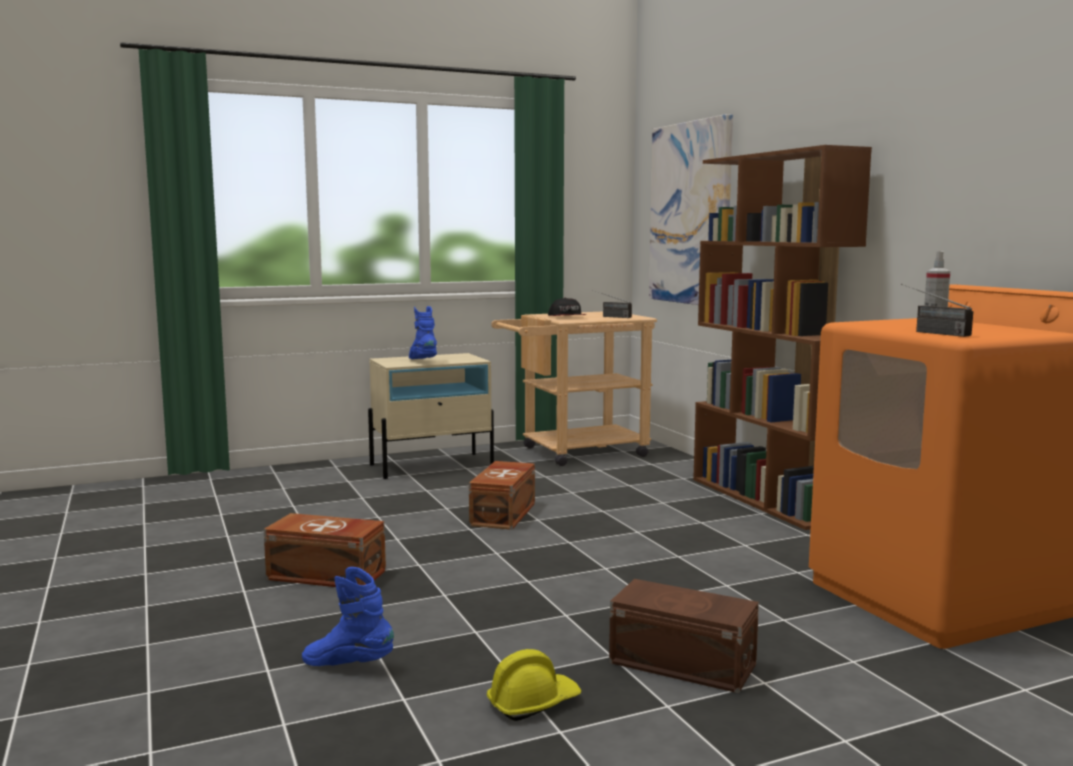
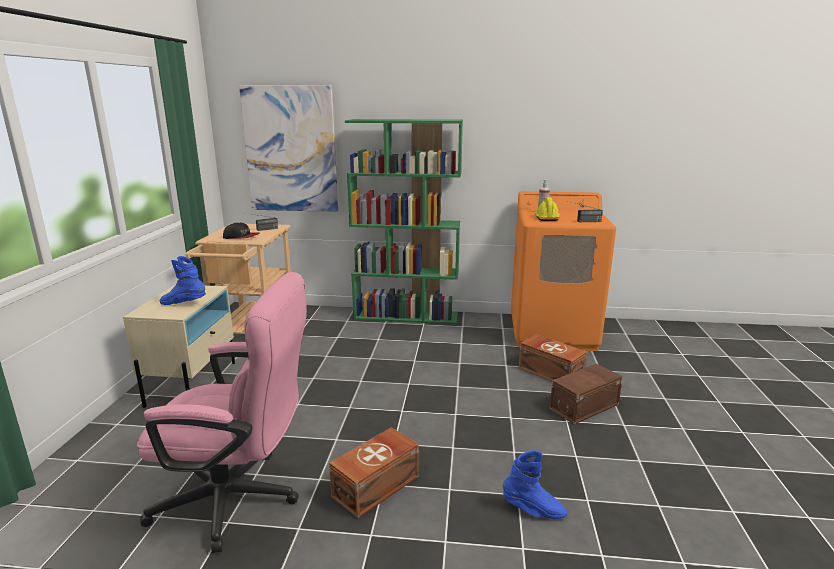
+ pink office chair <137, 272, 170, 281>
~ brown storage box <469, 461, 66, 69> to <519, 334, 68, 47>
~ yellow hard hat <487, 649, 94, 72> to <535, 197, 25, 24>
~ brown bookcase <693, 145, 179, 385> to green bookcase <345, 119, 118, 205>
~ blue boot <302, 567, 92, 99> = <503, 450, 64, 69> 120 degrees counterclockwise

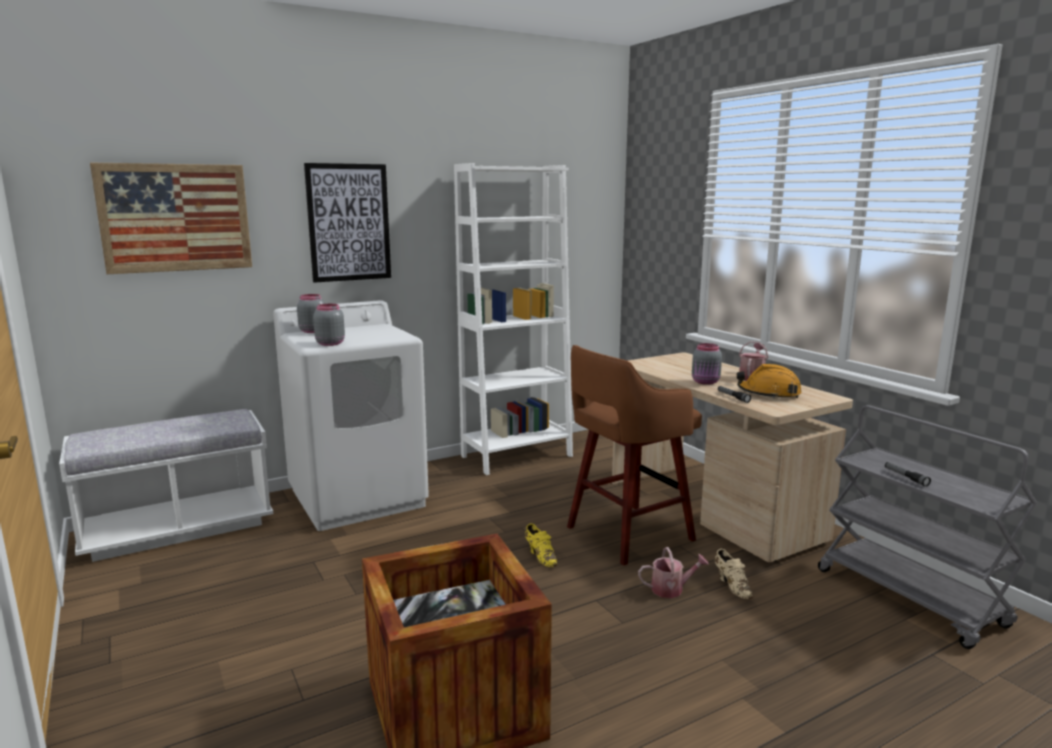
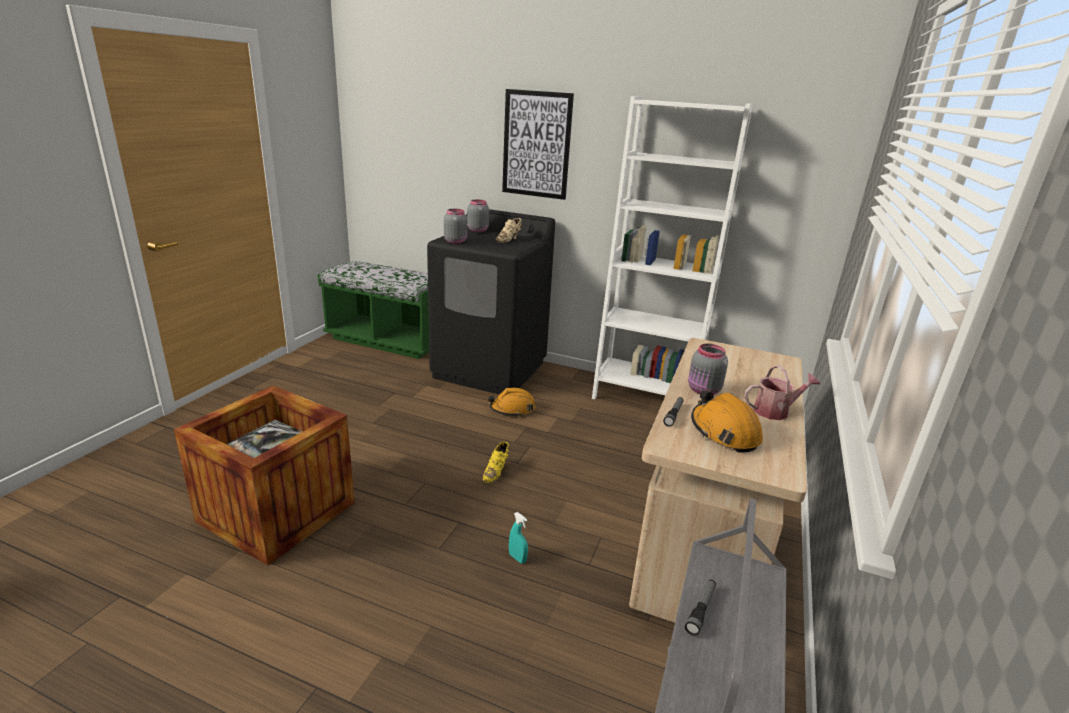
- picture <90, 163, 162, 111>
- brown stool <567, 345, 135, 221>
+ orange hard hat <488, 388, 48, 29>
~ beige shoe <715, 549, 38, 50> to <495, 218, 27, 25>
~ watering can <638, 547, 71, 51> to turquoise spray bottle <509, 512, 19, 52>
~ white bench <59, 409, 214, 153> to green bench <318, 261, 111, 98>
~ white washing machine <273, 300, 156, 231> to black washing machine <427, 209, 128, 185>

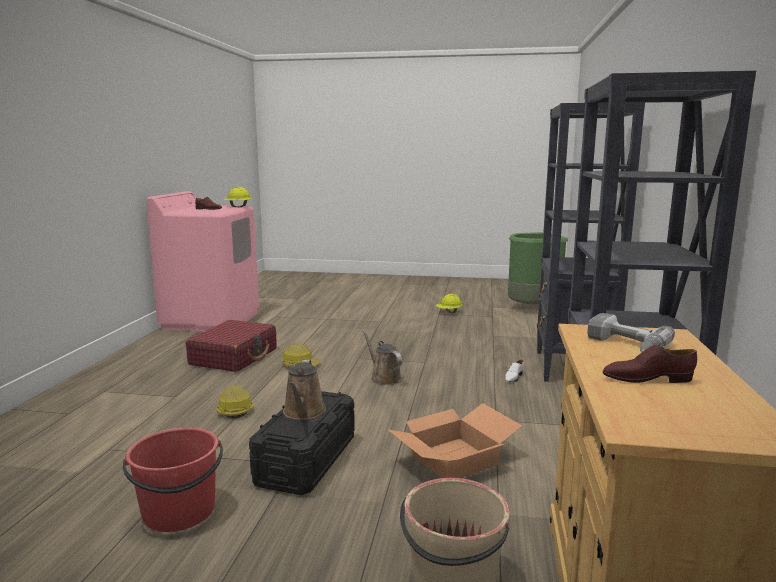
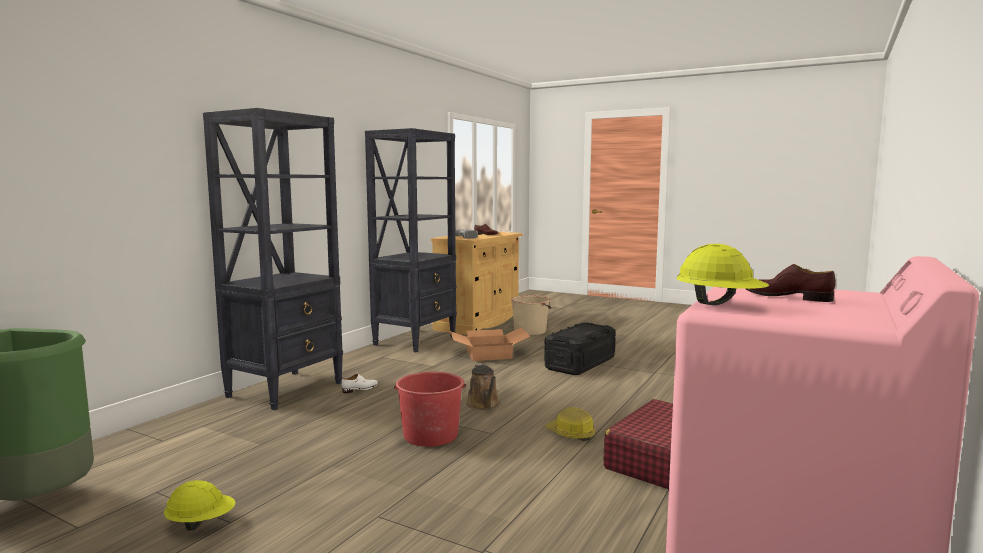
- hard hat <217, 386, 37, 33>
- brown watering can <283, 359, 43, 61>
~ red bucket <123, 427, 100, 105> to <394, 372, 72, 75>

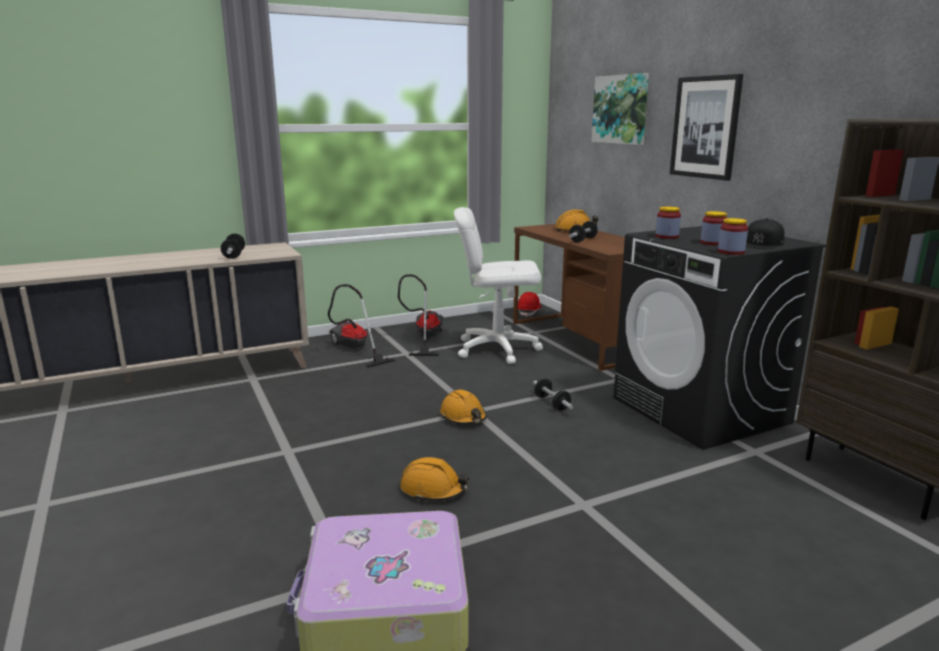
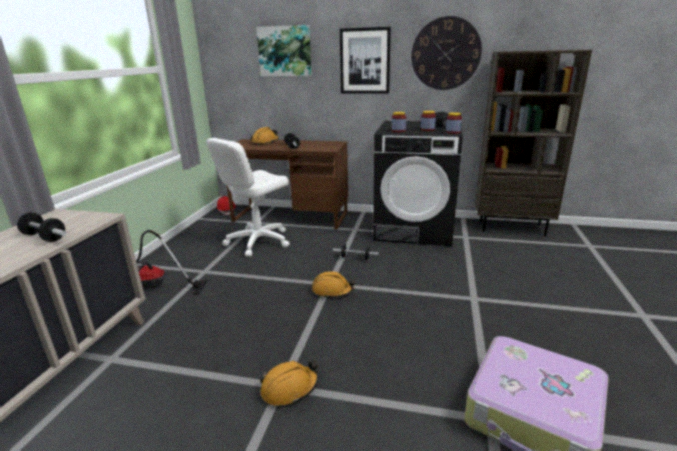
- vacuum cleaner <398, 274, 45, 82>
+ wall clock <411, 16, 71, 74>
~ orange hard hat <400, 457, 69, 45> to <261, 361, 57, 45>

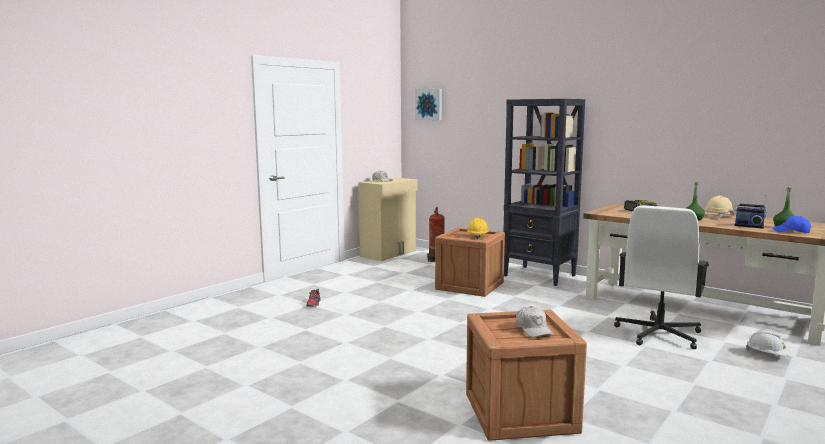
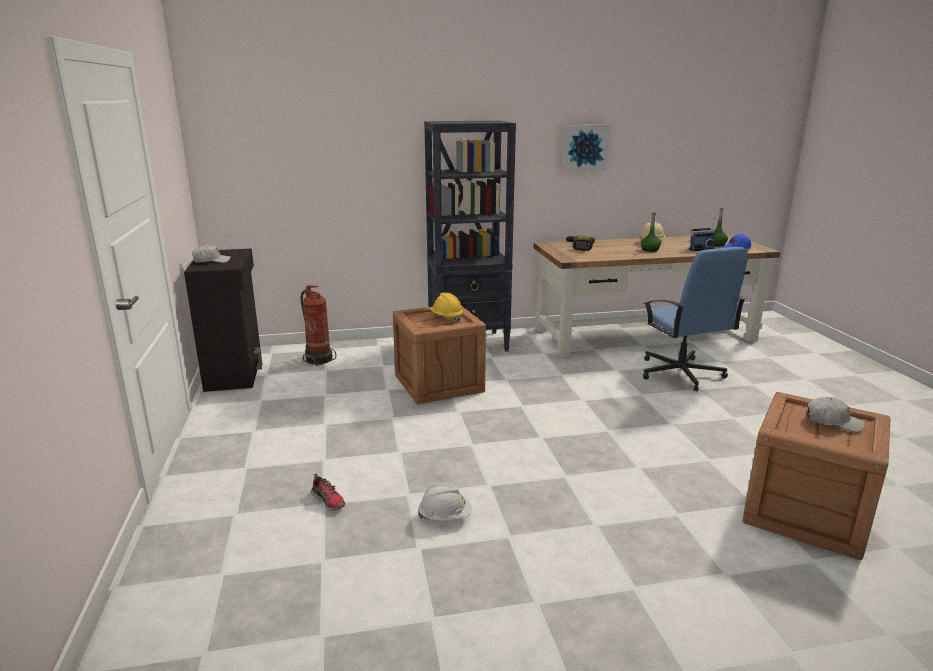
~ picture <415, 89, 27, 31> to <563, 125, 46, 46>
~ white hard hat <746, 329, 45, 27> to <418, 484, 54, 36>
~ beige cabinet <358, 177, 59, 84> to black cabinet <184, 249, 79, 143>
~ white office chair <614, 205, 95, 144> to blue office chair <643, 247, 105, 144>

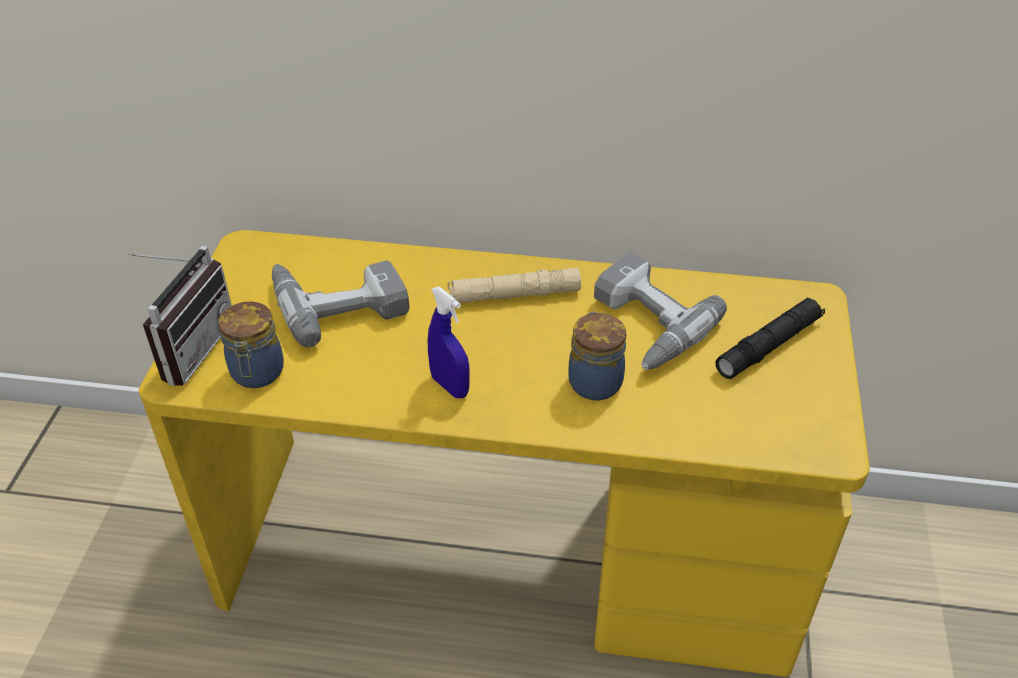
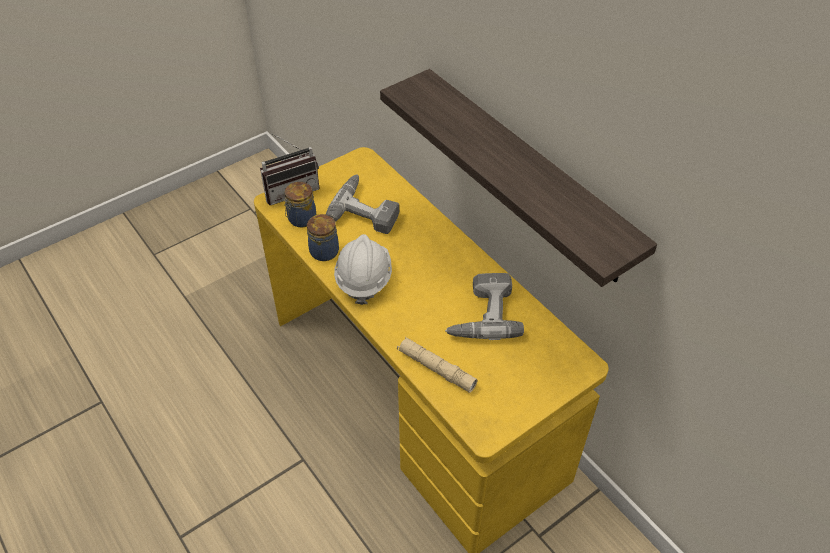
- black flashlight <715, 297, 110, 82>
+ shelf <380, 69, 277, 218>
~ beige flashlight <448, 268, 133, 35> to <397, 337, 81, 56>
~ jar <568, 312, 58, 88> to <307, 214, 32, 47>
~ blue spray bottle <428, 287, 41, 111> to white hard hat <334, 234, 58, 71>

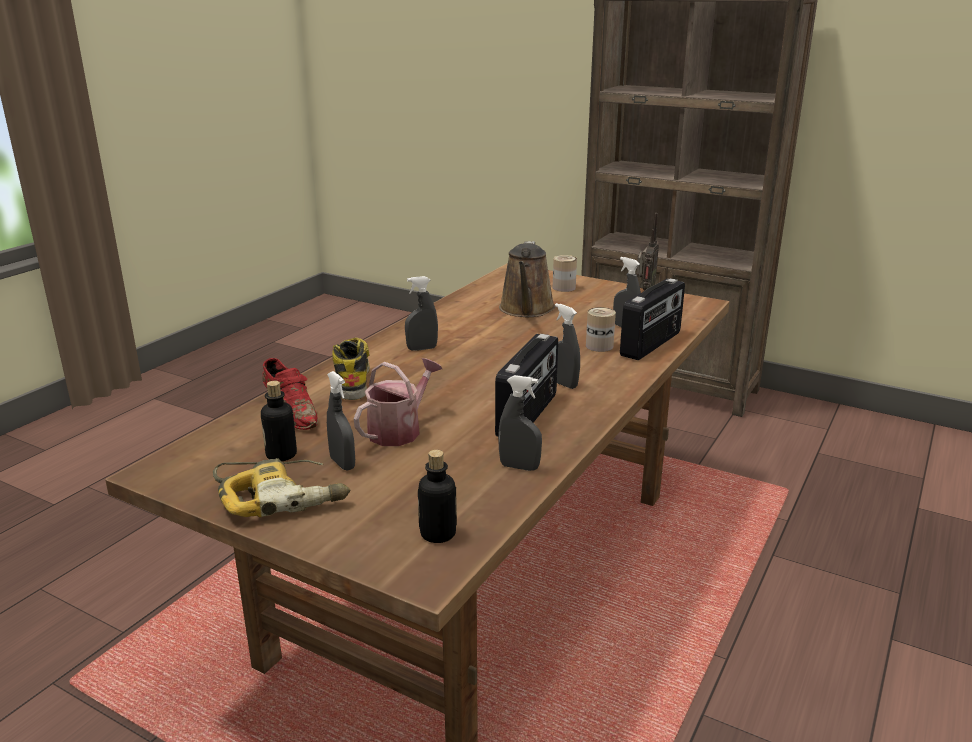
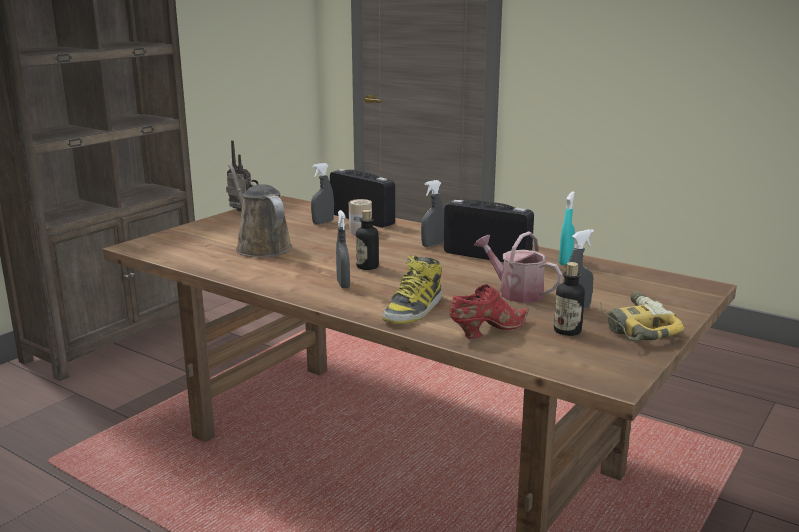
- can <553, 255, 24, 37>
~ bottle <418, 450, 39, 93> to <356, 210, 23, 60>
~ grey spray bottle <498, 375, 44, 96> to turquoise spray bottle <559, 191, 16, 74>
~ boot <332, 338, 38, 62> = <382, 256, 60, 68> 60 degrees counterclockwise
~ brown watering can <499, 241, 56, 76> = <228, 163, 64, 94> 135 degrees counterclockwise

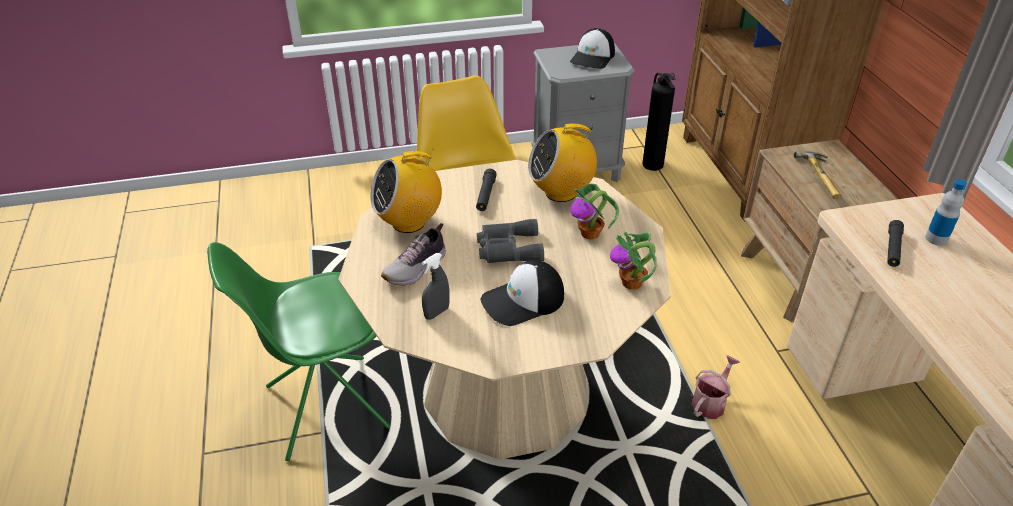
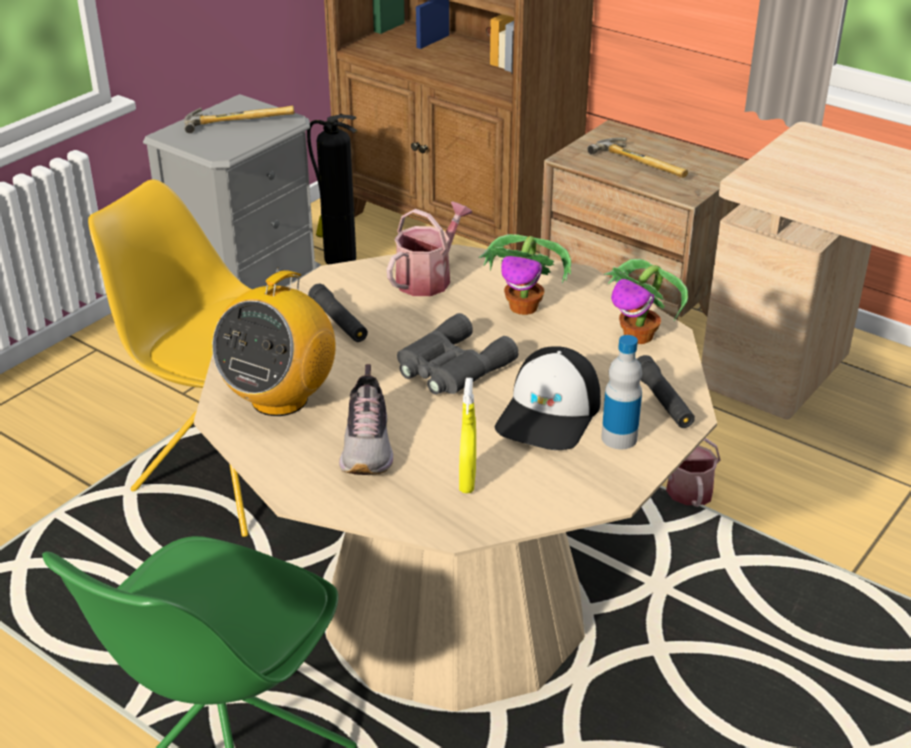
~ black flashlight <887, 220, 17, 47> to <637, 355, 58, 73>
~ bottle <925, 179, 42, 67> to <601, 335, 41, 114>
~ radio <528, 123, 69, 79> to watering can <387, 202, 85, 94>
~ cap <570, 28, 45, 41> to hammer <184, 105, 111, 28>
~ grey spray bottle <422, 253, 27, 67> to yellow spray bottle <459, 378, 17, 115>

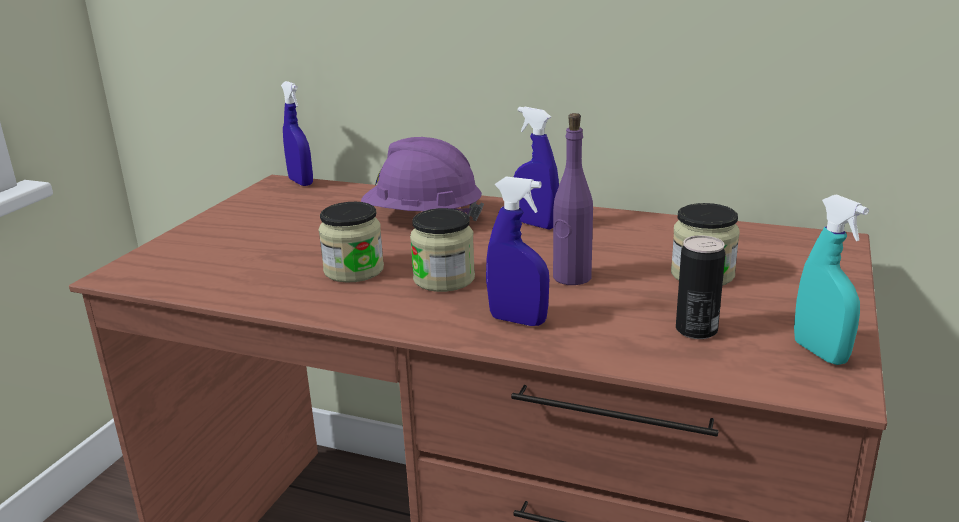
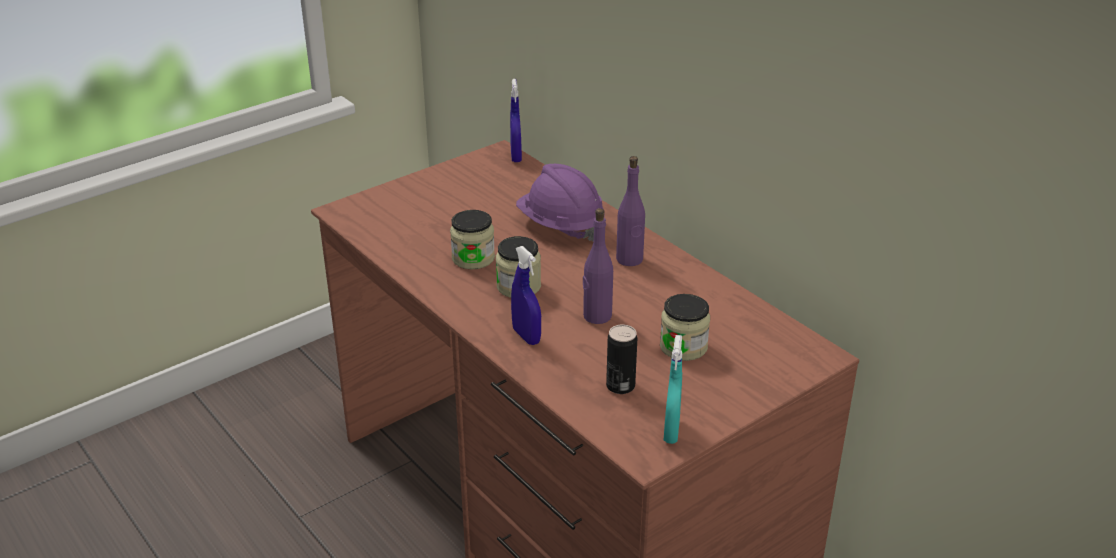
~ blue spray bottle <514, 107, 45, 122> to purple bottle <616, 156, 29, 110>

